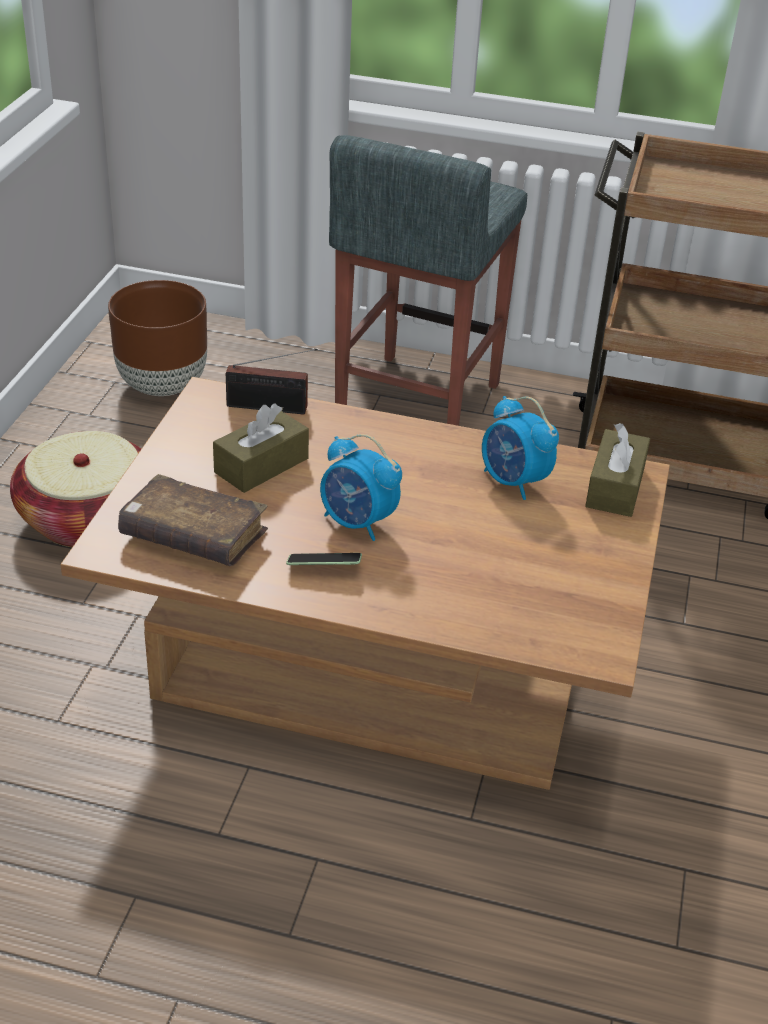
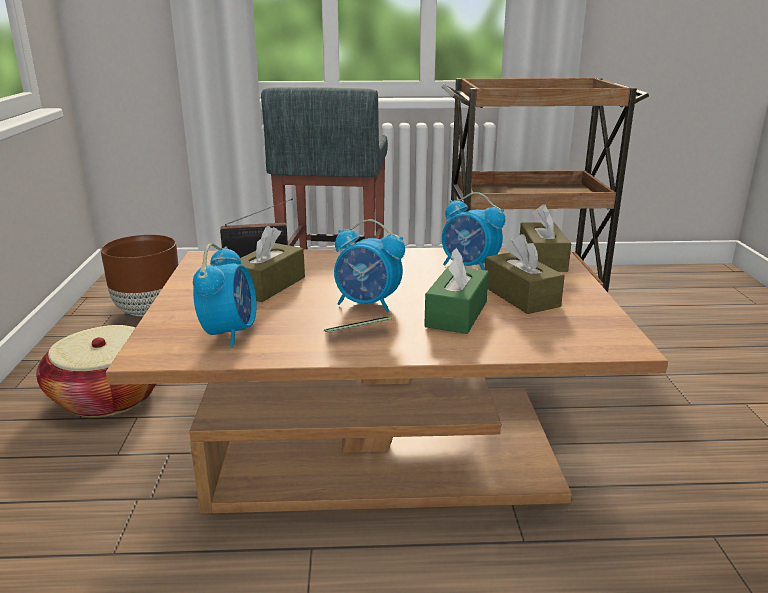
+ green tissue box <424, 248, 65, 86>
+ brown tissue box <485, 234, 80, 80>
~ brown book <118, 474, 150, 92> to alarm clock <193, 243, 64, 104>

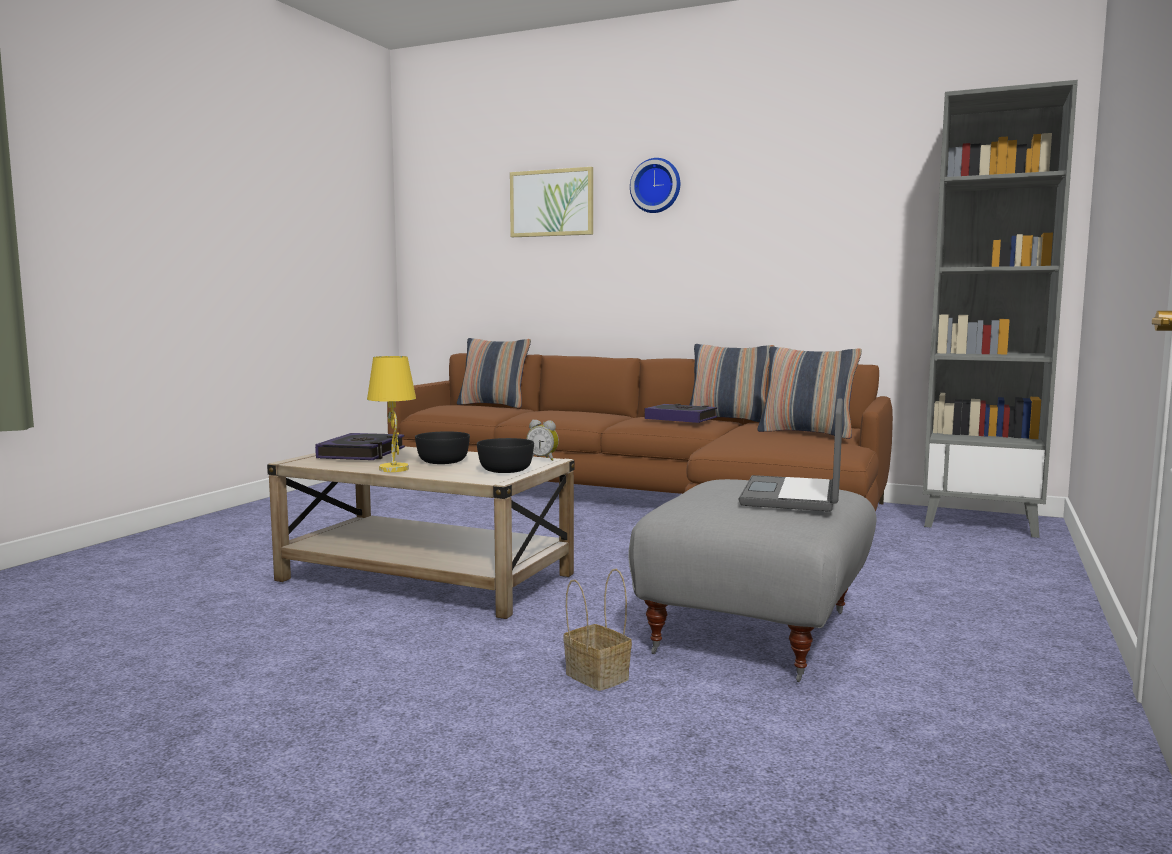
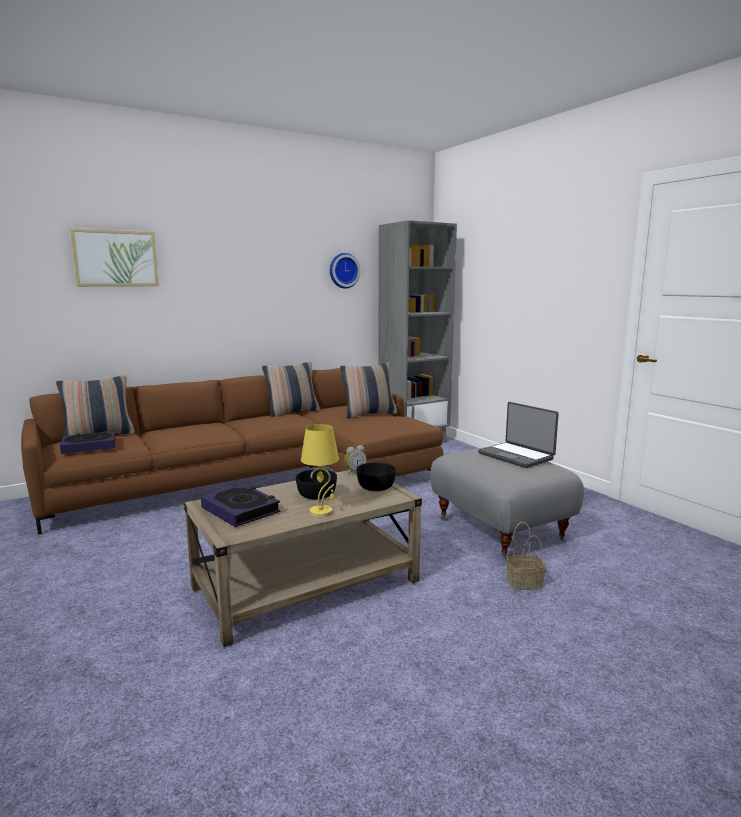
~ wall clock <630, 158, 50, 55> to <330, 253, 30, 36>
~ book <644, 404, 73, 19> to <60, 431, 55, 23>

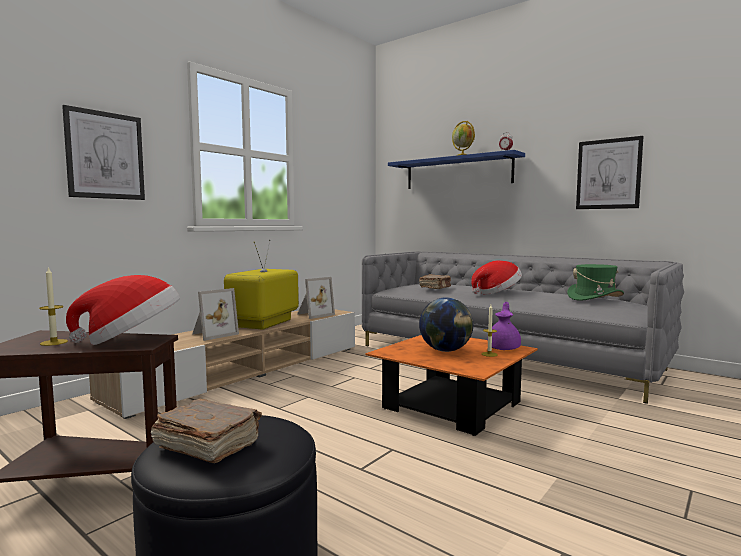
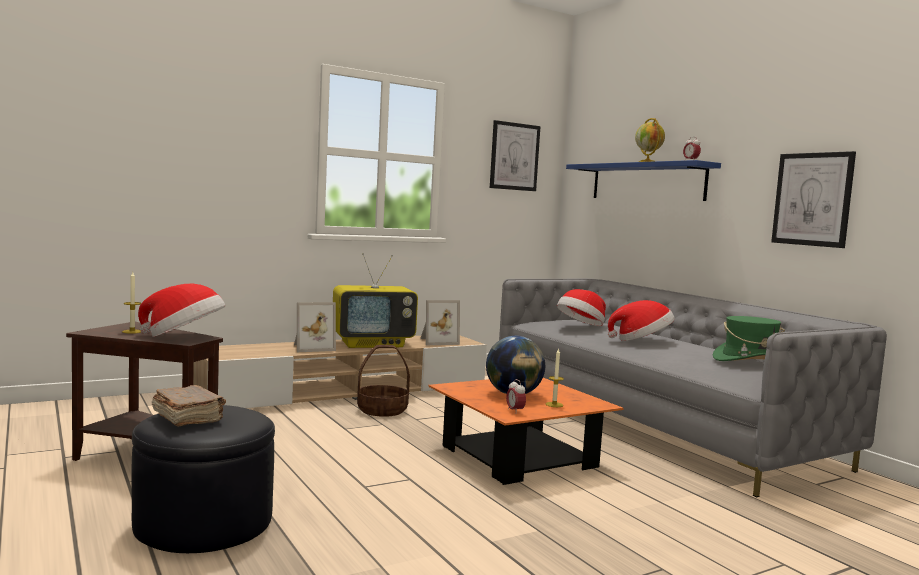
- purple teapot <492, 301, 29, 49>
+ basket <357, 345, 53, 72>
+ alarm clock <506, 379, 20, 35>
~ picture <62, 105, 83, 95> to <490, 120, 50, 71>
~ brown book <419, 274, 32, 15> to hat <557, 289, 49, 37>
~ television <224, 240, 75, 90> = <333, 253, 85, 95> 150 degrees counterclockwise

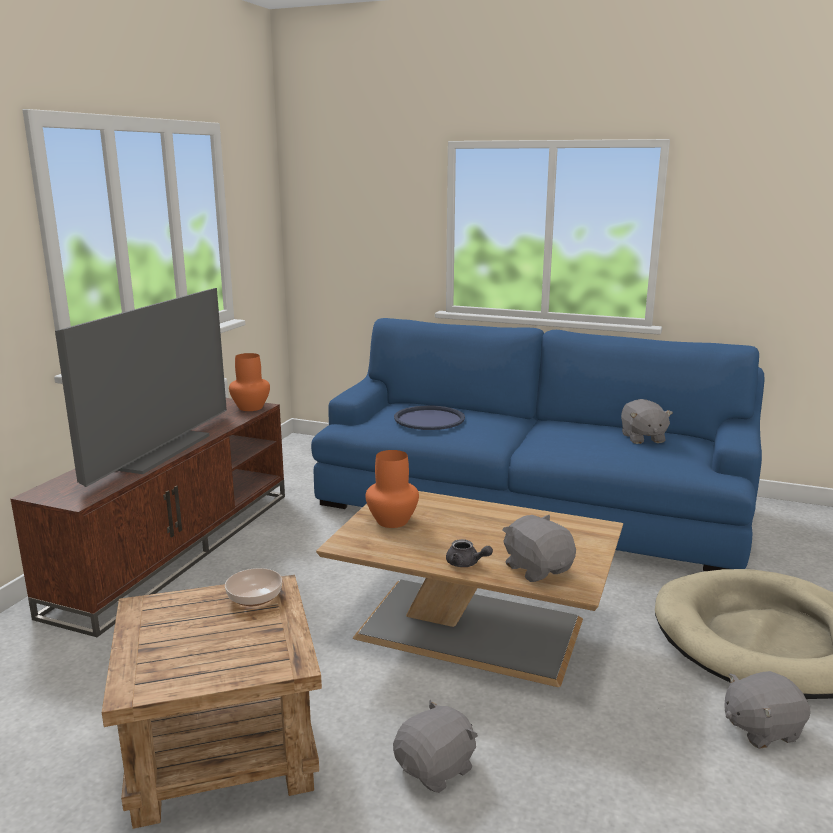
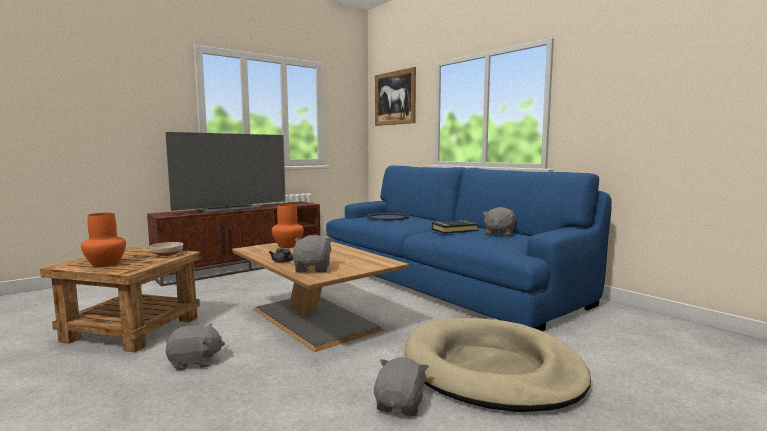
+ picture <375, 67, 41, 59>
+ black book <432, 220, 46, 14>
~ orange vase <229, 353, 41, 58> to <81, 213, 45, 54>
~ grey plush toy <724, 671, 87, 78> = <374, 357, 55, 59> 90 degrees clockwise

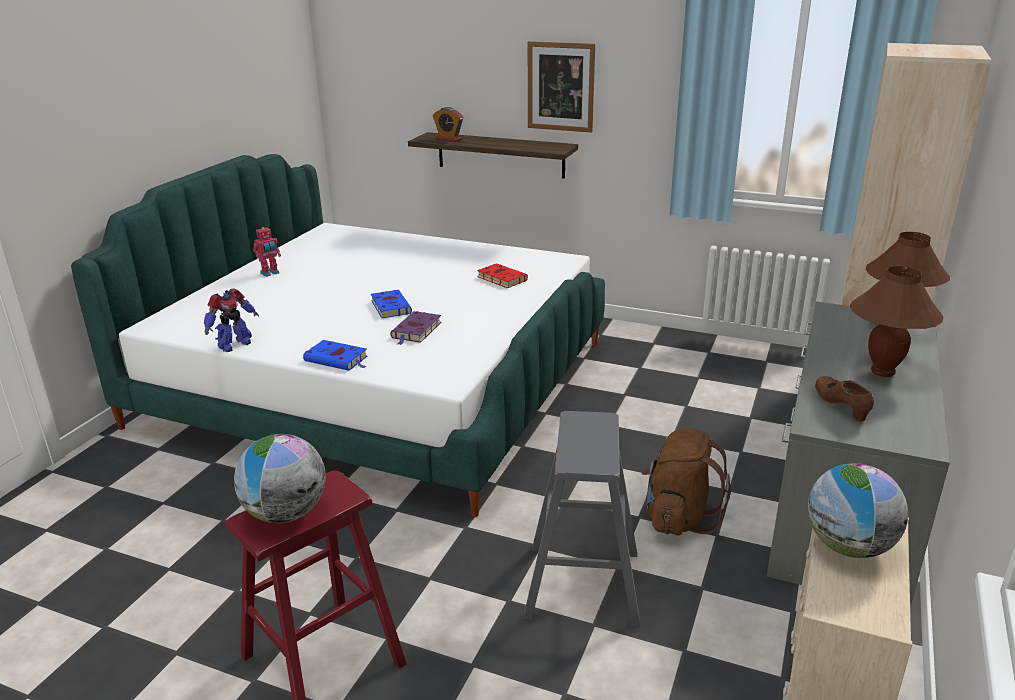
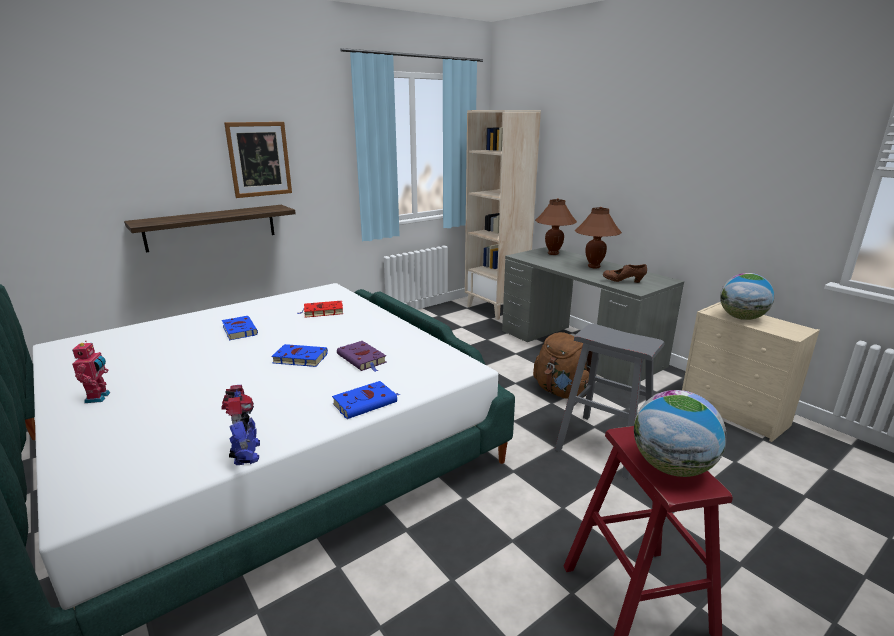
- alarm clock <433, 107, 30, 35>
+ blue book <222, 316, 36, 24>

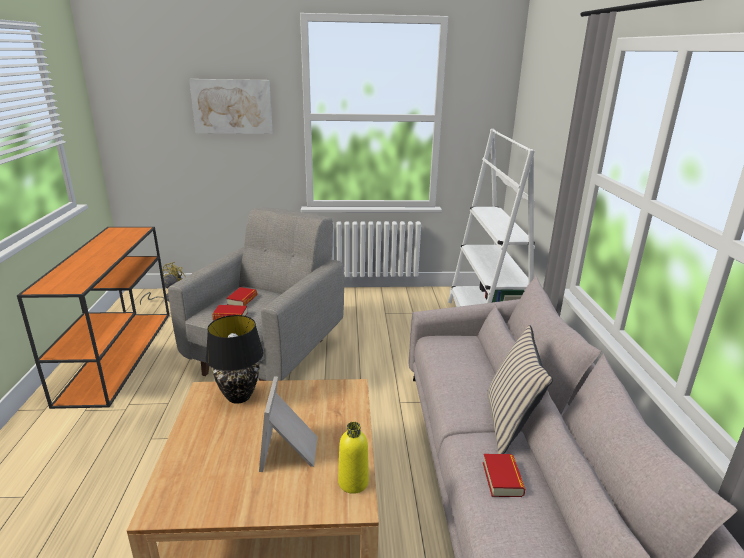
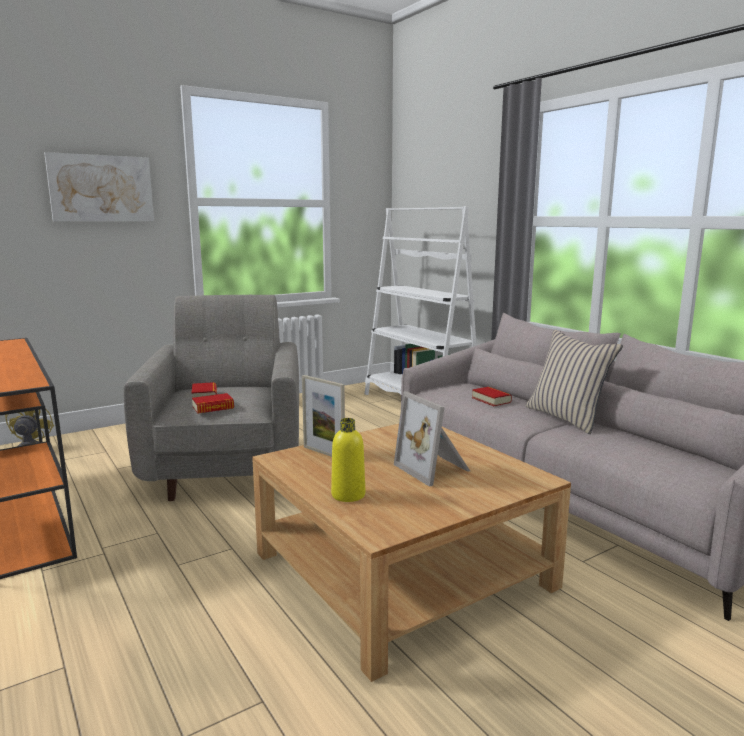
~ yellow bottle <338, 422, 31, 72> to <331, 418, 34, 84>
~ book <483, 454, 42, 43> to <472, 387, 40, 19>
~ black table lamp <205, 315, 59, 89> to picture frame <302, 375, 43, 82>

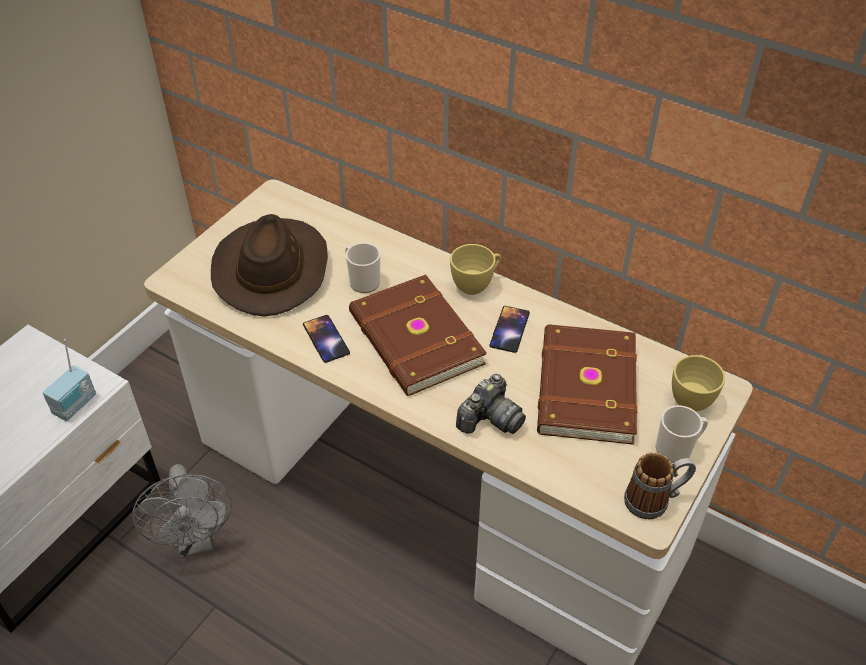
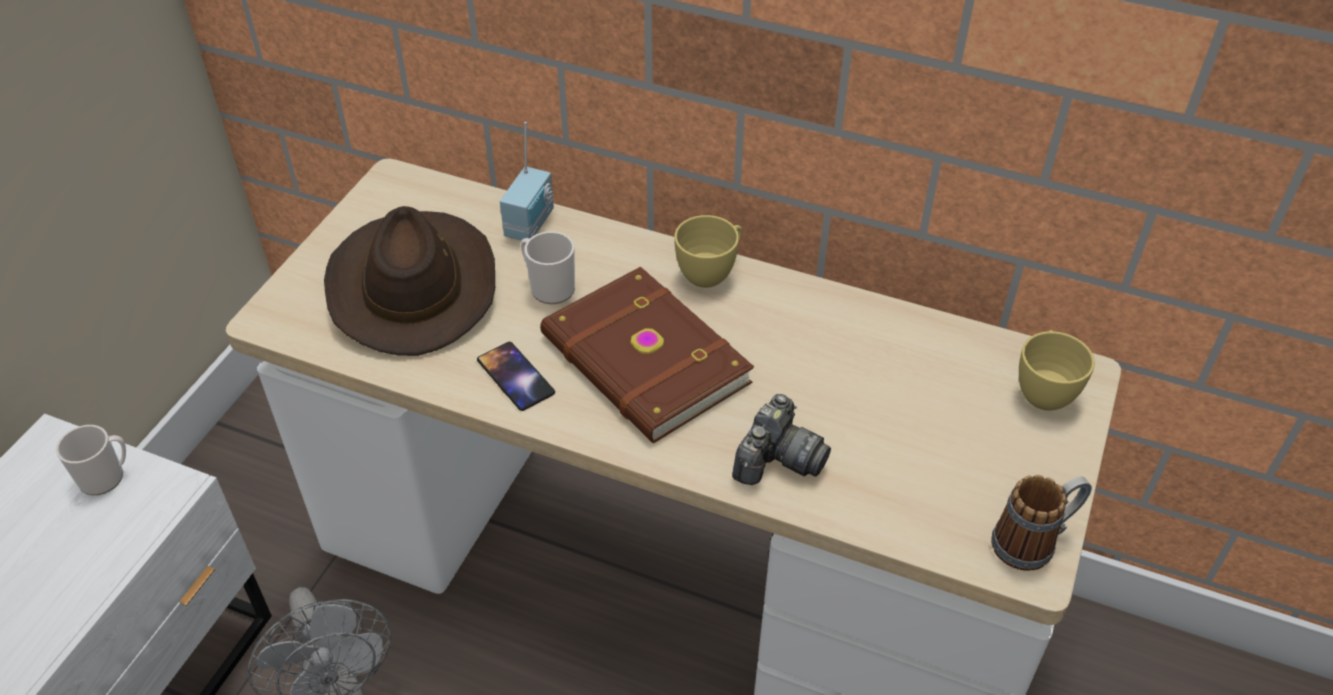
- phone <490, 306, 40, 47>
- brown book <537, 324, 101, 121>
~ radio <42, 339, 54, 82> to <500, 122, 54, 119>
~ mug <656, 405, 52, 58> to <56, 425, 70, 70>

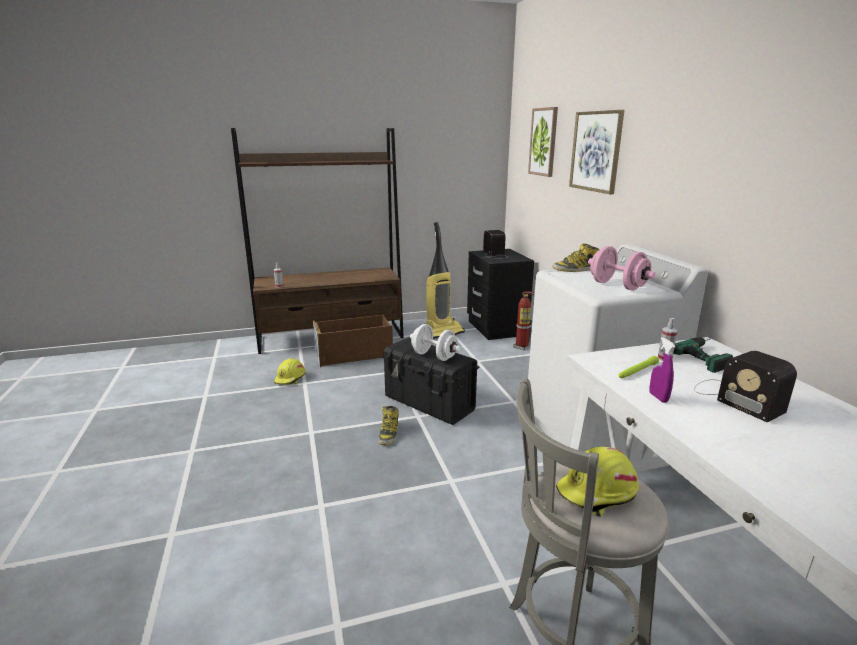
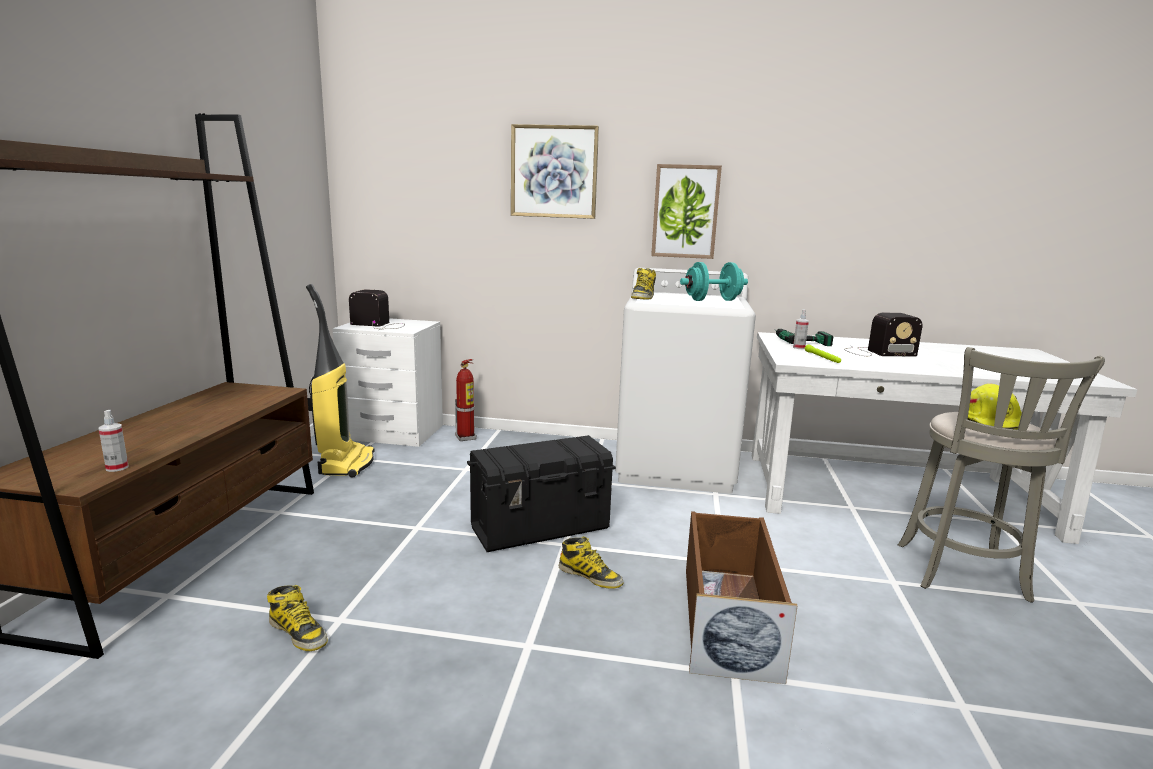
- white dumbbell <410, 324, 50, 37>
- purple spray bottle <650, 337, 25, 66>
~ brown storage box <313, 314, 80, 53> to <686, 511, 111, 173>
~ picture <528, 107, 30, 70> to <651, 164, 71, 95>
~ yellow hard hat <274, 358, 32, 27> to boot <267, 585, 61, 66>
~ black nightstand <467, 249, 67, 91> to white nightstand <332, 318, 111, 129>
~ pink dumbbell <588, 246, 67, 45> to turquoise dumbbell <680, 262, 68, 39>

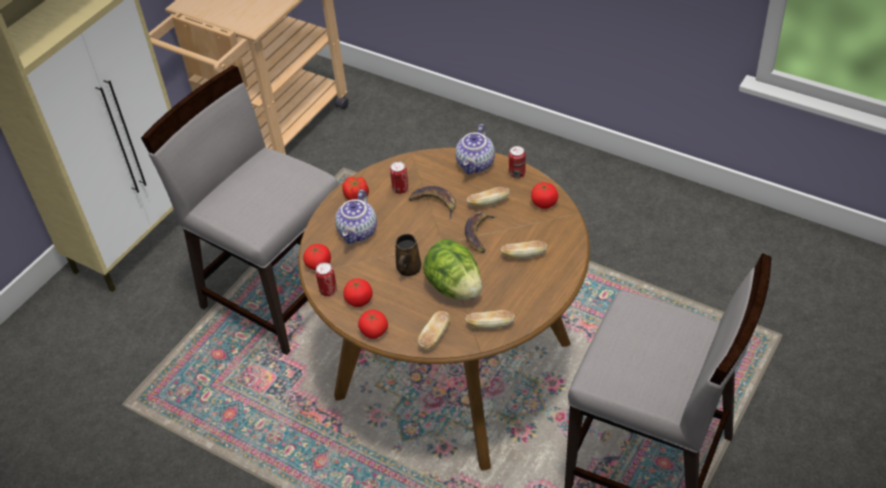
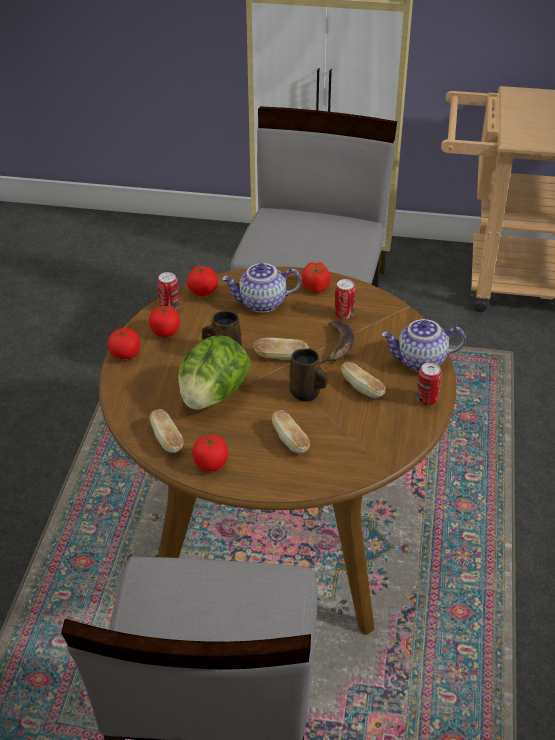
~ bread <418, 311, 32, 38> to <254, 338, 54, 22>
~ tomato <531, 182, 27, 27> to <192, 435, 36, 36>
~ banana <465, 212, 32, 41> to brown mug <289, 348, 38, 54>

